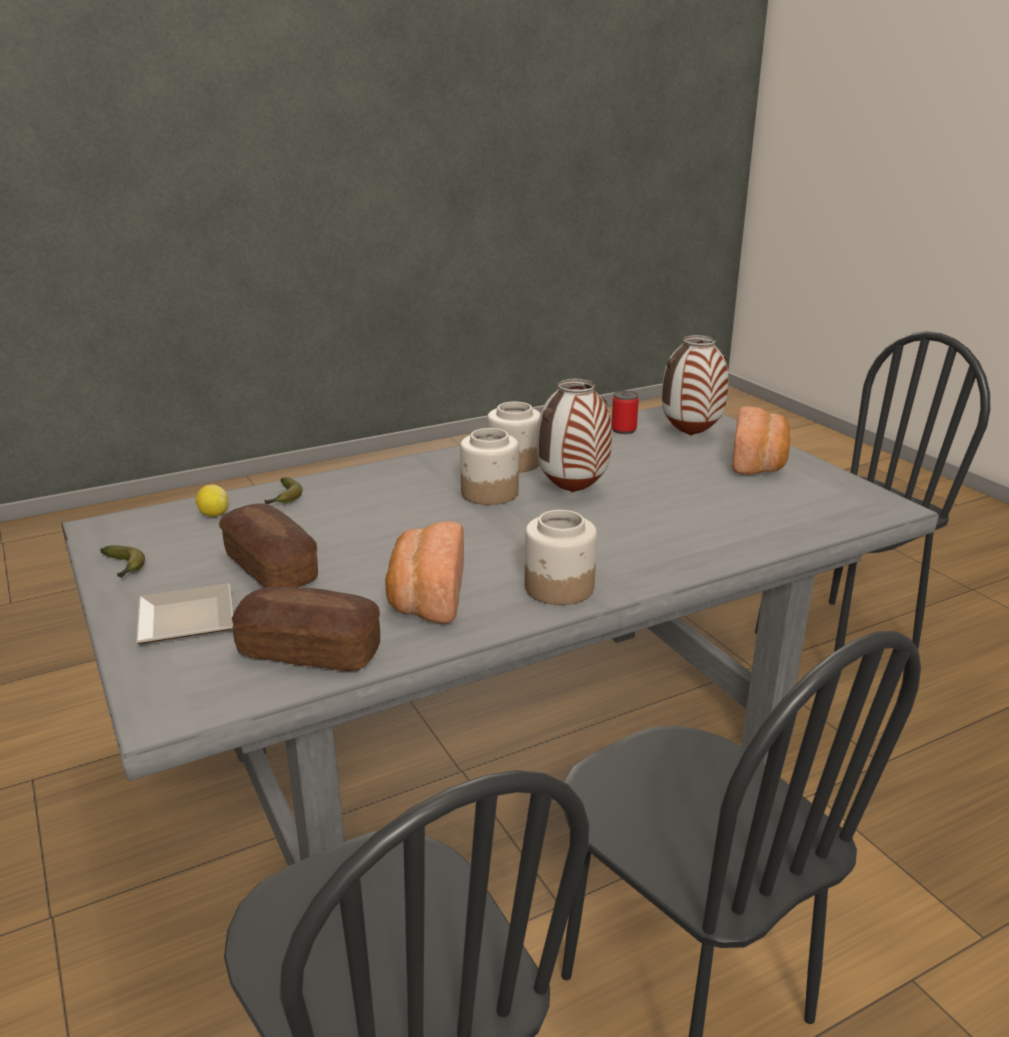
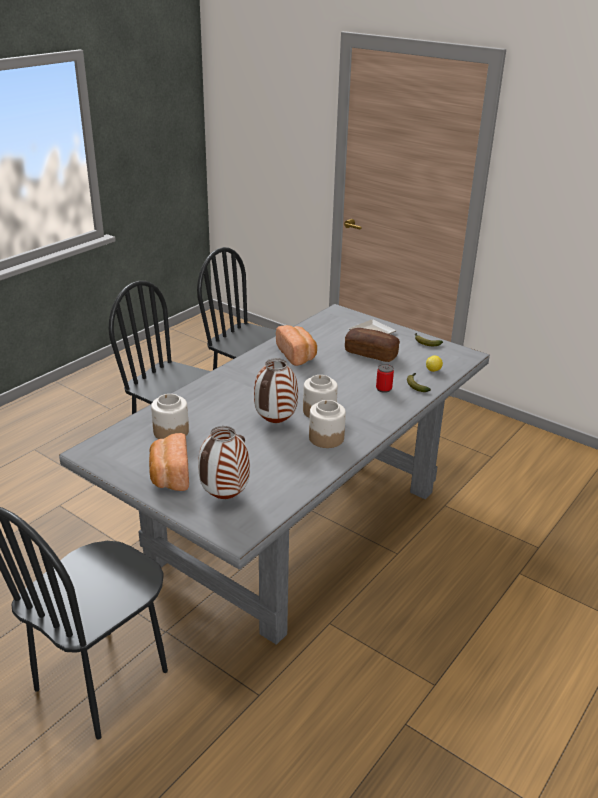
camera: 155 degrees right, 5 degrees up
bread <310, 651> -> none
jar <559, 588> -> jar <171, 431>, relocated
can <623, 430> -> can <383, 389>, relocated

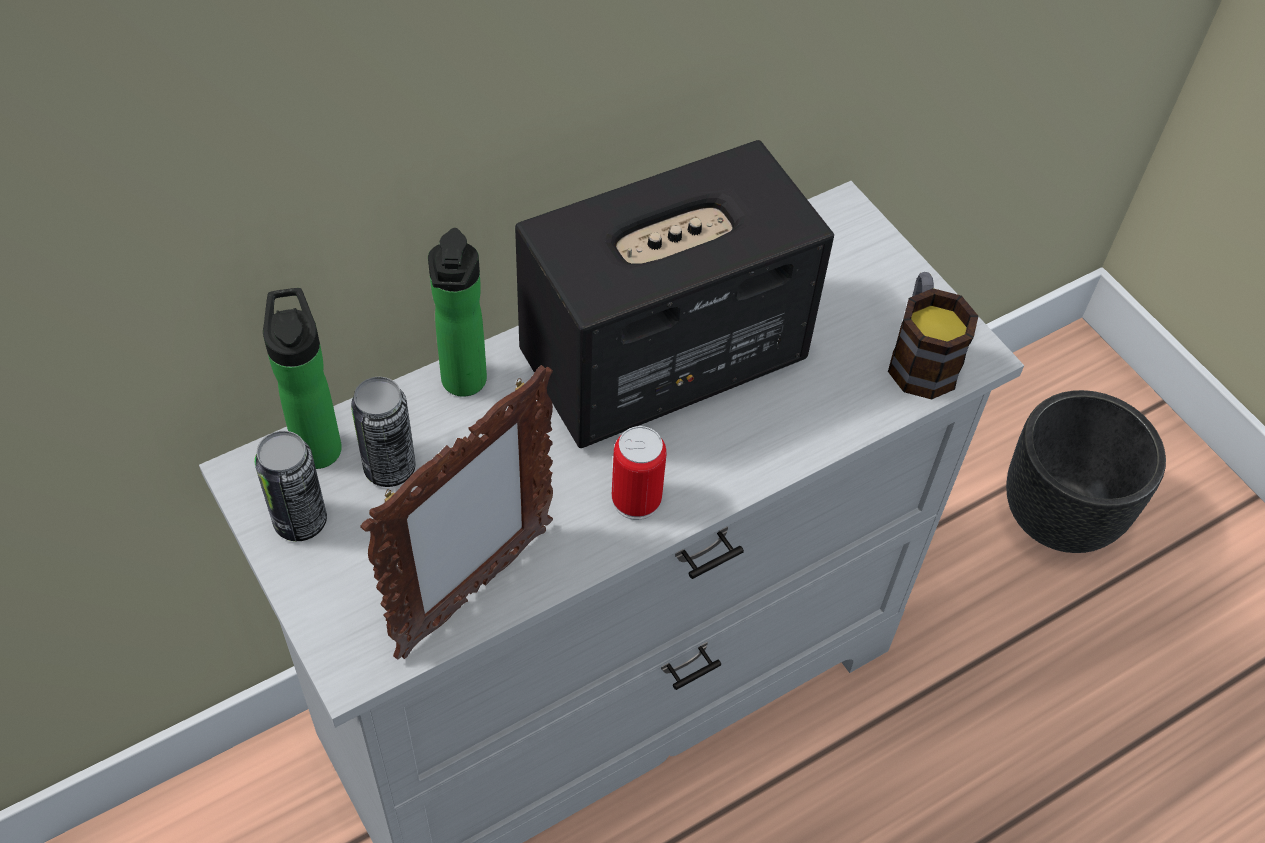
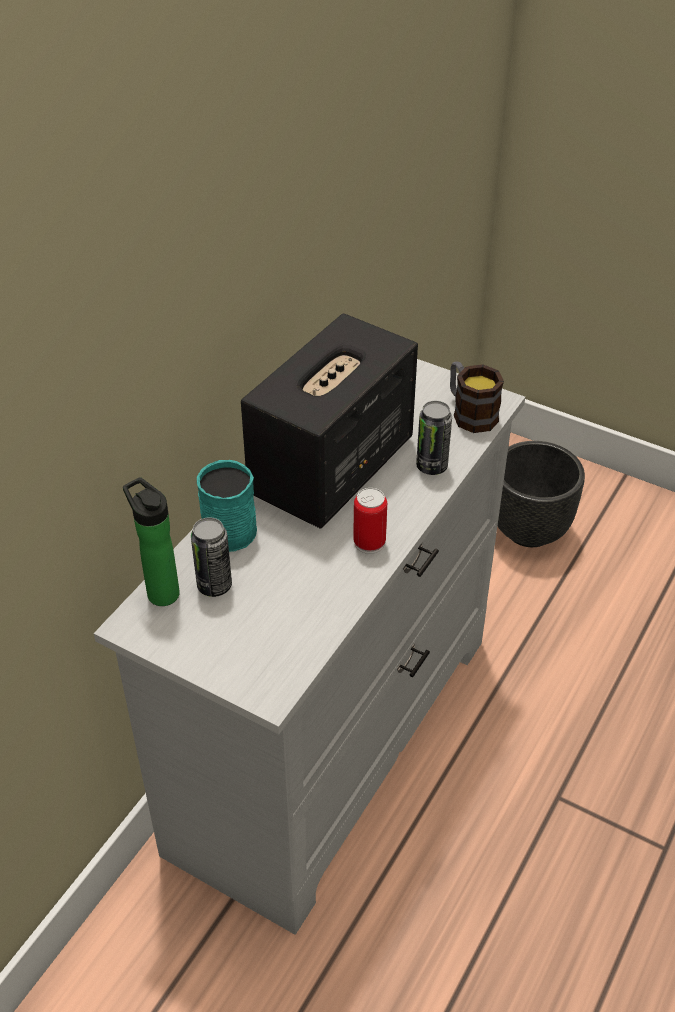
camera: 25 degrees left, 10 degrees down
can <300, 521> -> can <431, 466>, relocated
picture frame <473, 591> -> none
bottle <463, 385> -> mug (turquoise) <226, 526>

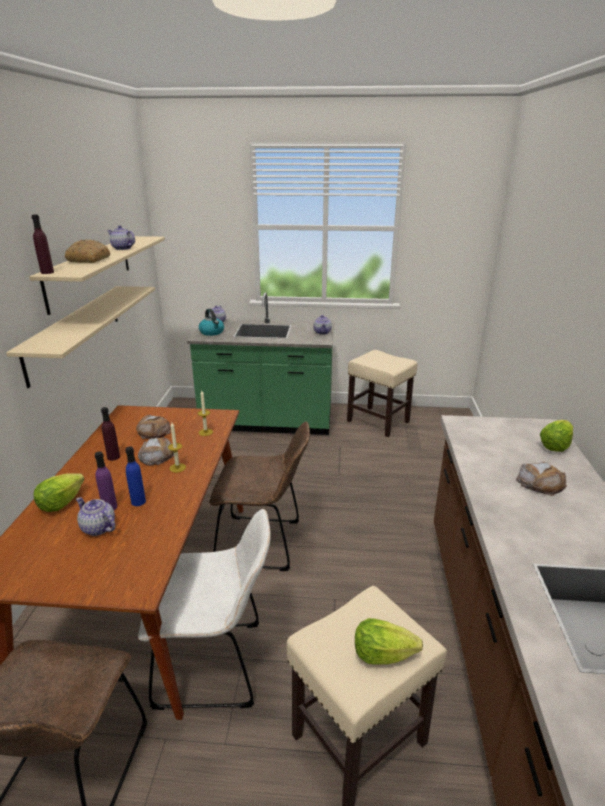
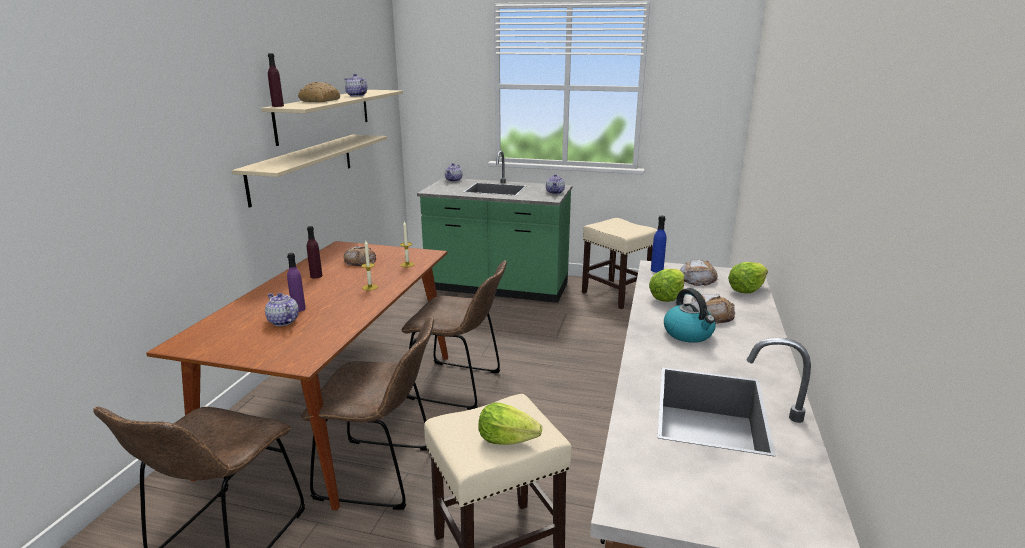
camera: 10 degrees right, 5 degrees down
lettuce <60, 503> -> lettuce <666, 297>, relocated
bottle (blue) <138, 501> -> bottle (blue) <657, 270>, relocated
bread <156, 455> -> bread <697, 278>, relocated
chair (white) <216, 664> -> chair (brown) <382, 474>
kettle <212, 332> -> kettle <689, 334>, relocated

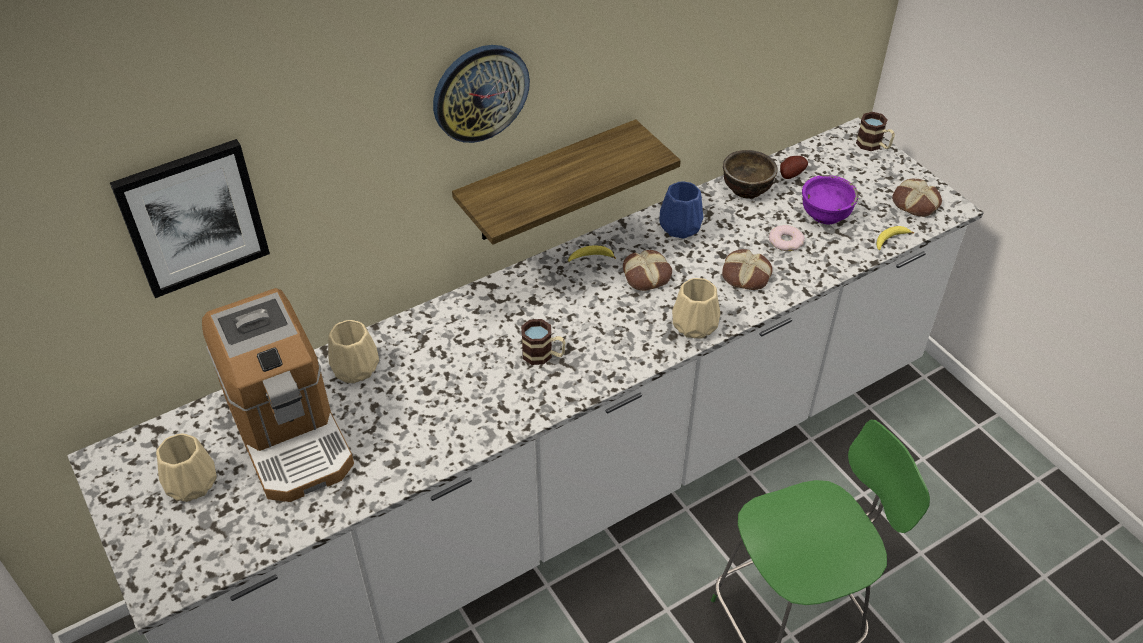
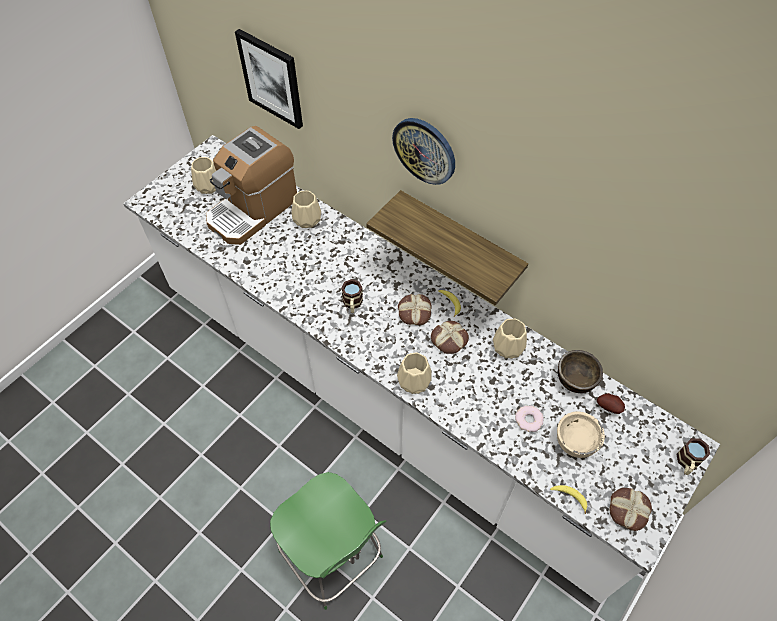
camera: 70 degrees right, 10 degrees up
vase (blue) <679, 227> -> vase (beige) <508, 346>
bread <745, 276> -> bread <414, 312>, relocated
bowl (purple) <826, 214> -> bowl (beige) <575, 442>

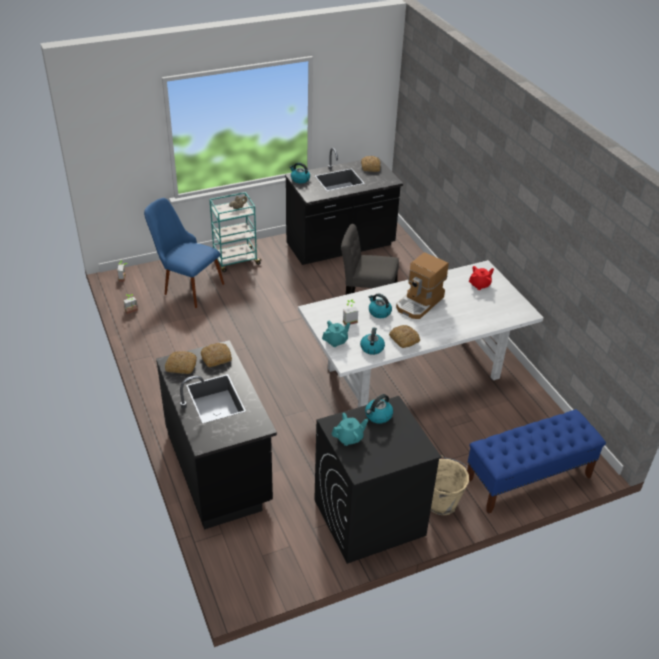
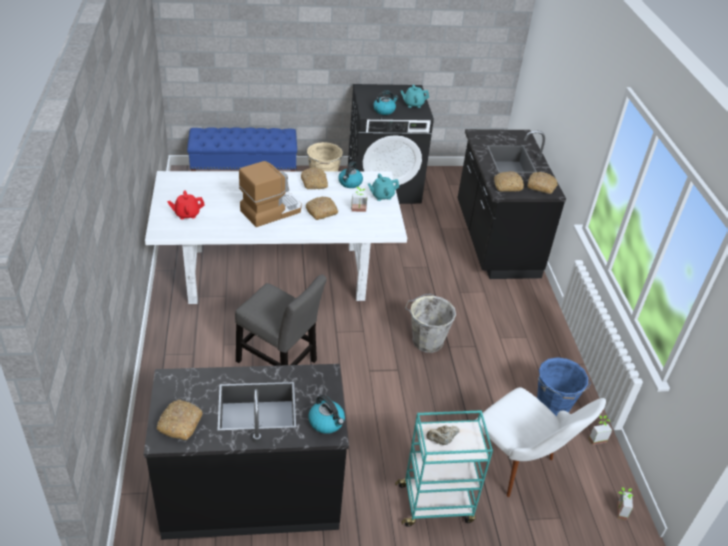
camera: 165 degrees left, 0 degrees up
chair (blue) <186, 285> -> chair (white) <519, 468>
kettle <379, 312> -> bread <321, 211>
none -> bucket (grey) <426, 341>
none -> bucket (blue) <553, 407>

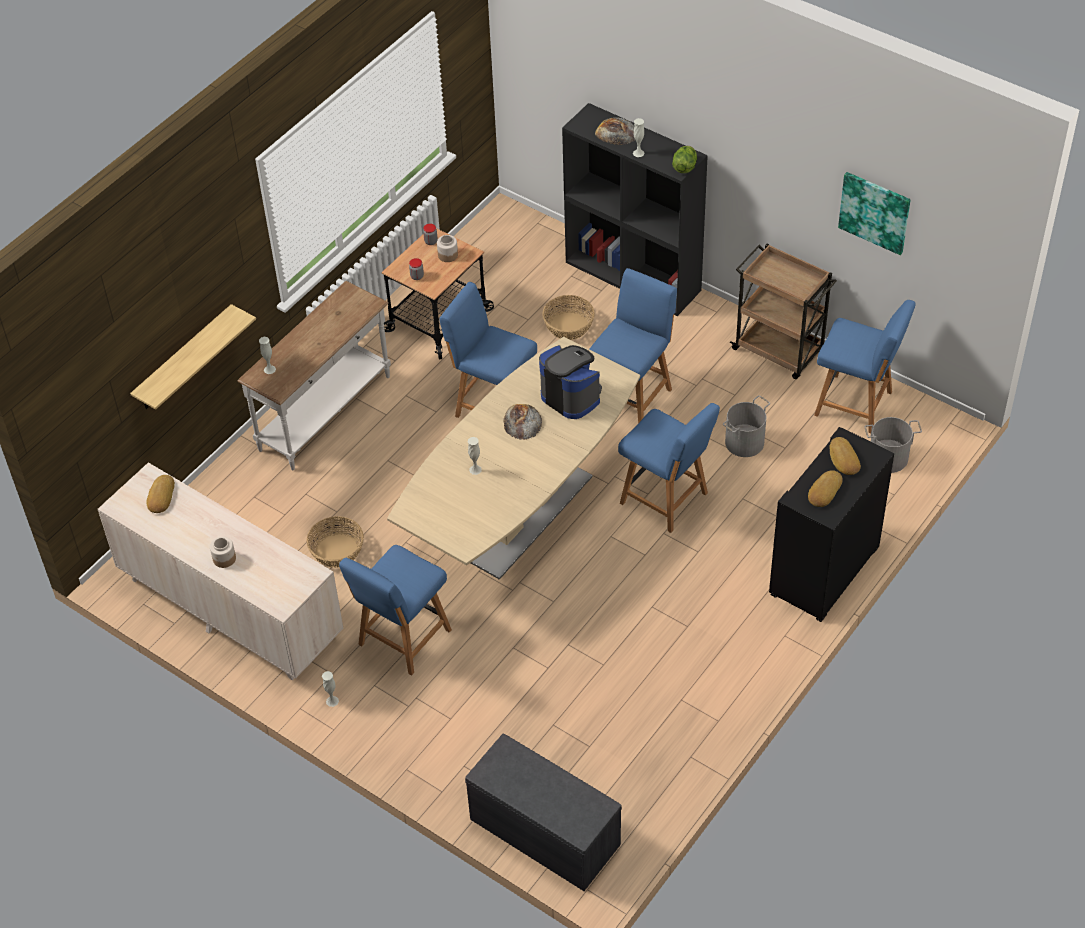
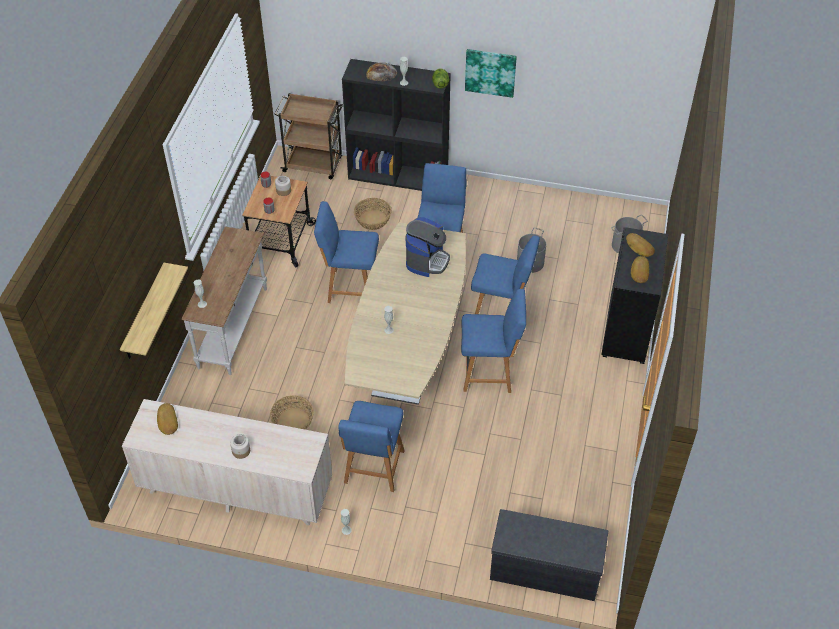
camera: 25 degrees left, 0 degrees up
bread <522, 422> -> none
coffee machine <571, 396> -> coffee machine <427, 261>, 90 degrees clockwise
cart (brown) <779, 351> -> cart (brown) <314, 165>, relocated
chair (blue) <856, 404> -> chair (blue) <489, 373>, relocated
picture <875, 212> -> picture <490, 72>, relocated

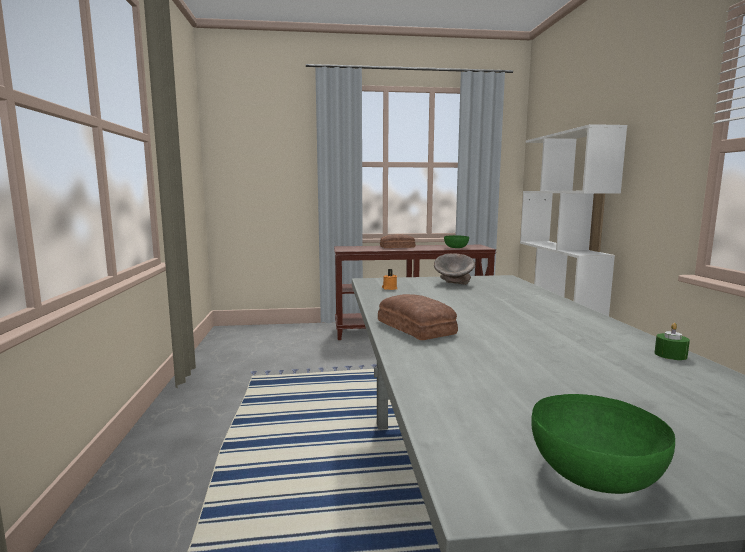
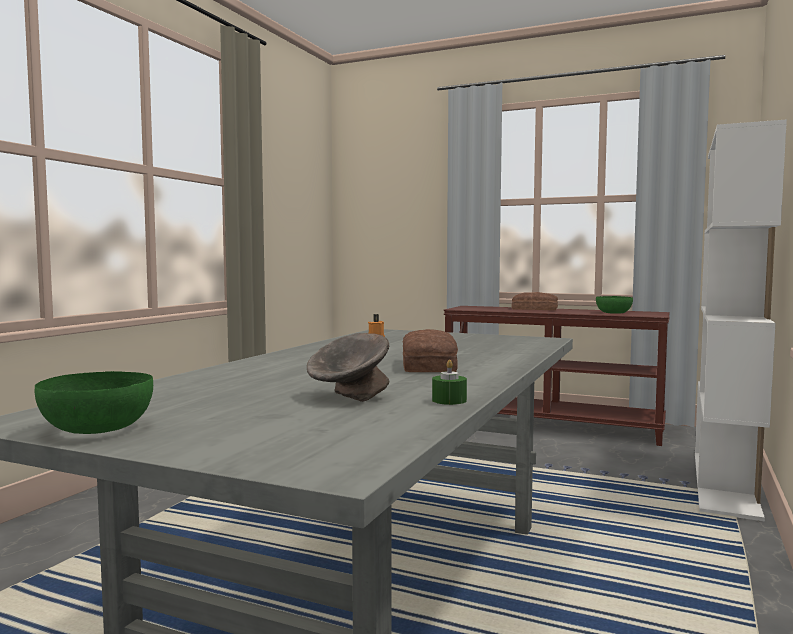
camera: 30 degrees right, 5 degrees down
bread <416, 327> -> bread <430, 365>, relocated
bowl (grey) <454, 283> -> bowl (grey) <349, 397>, relocated

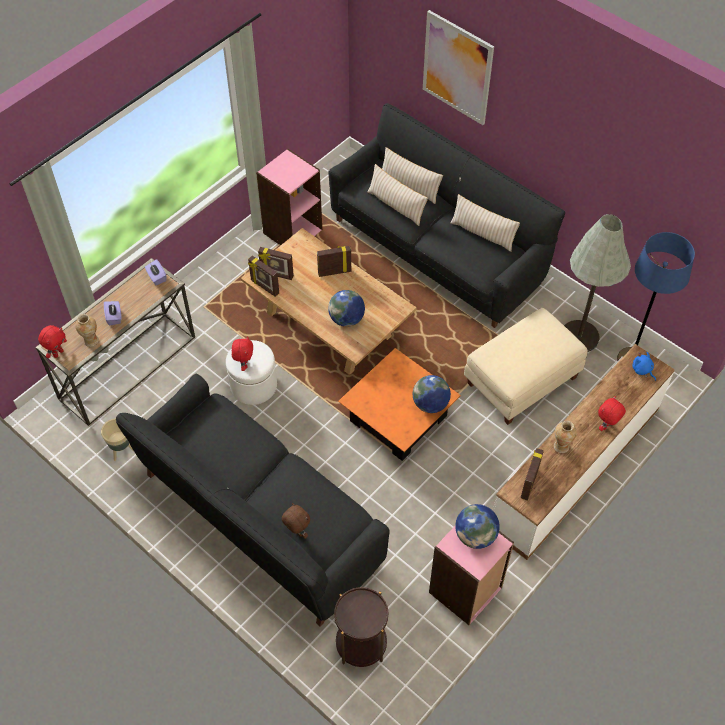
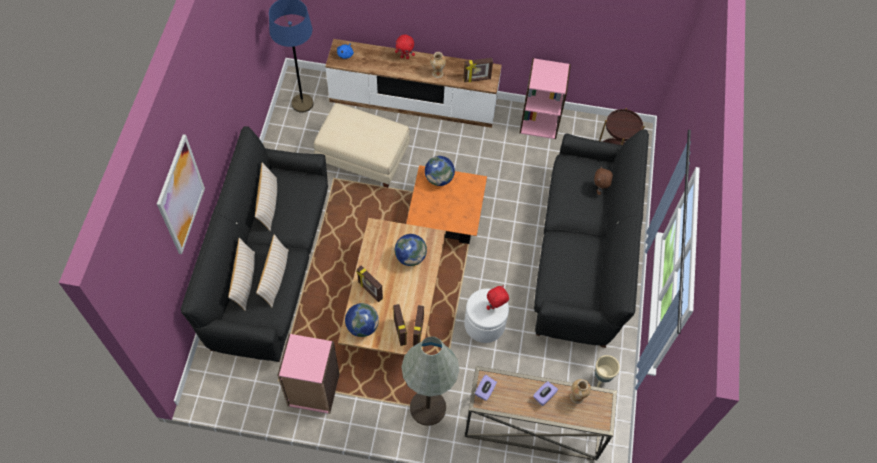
camera: 125 degrees left, 5 degrees up
plush toy (red) <58, 353> -> none
globe <475, 536> -> globe <362, 326>, relocated
floor lamp (grey) <579, 337> -> floor lamp (grey) <428, 407>, relocated

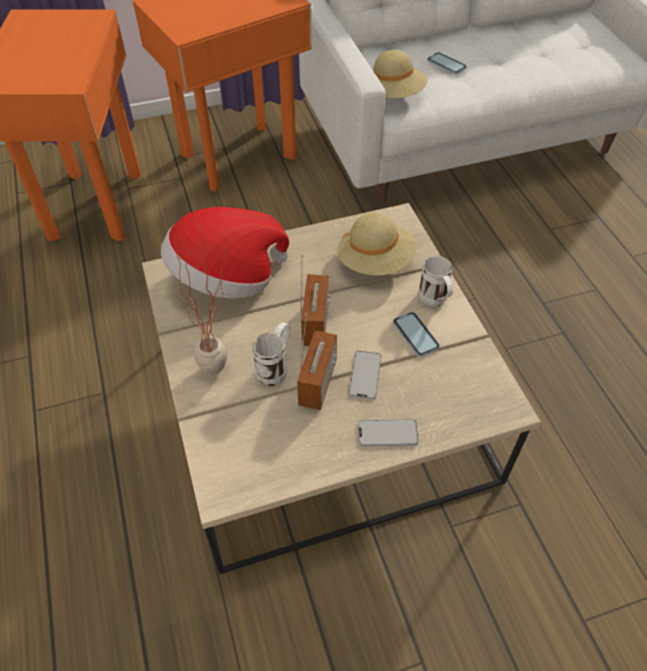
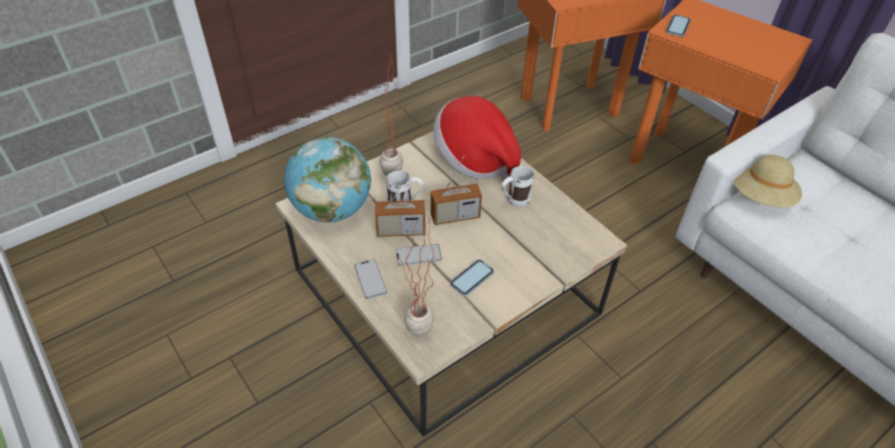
camera: 70 degrees right, 5 degrees down
hat (beige) <375, 261> -> none
mug (white) <435, 302> -> mug (white) <513, 201>, relocated
phone <446, 64> -> phone <677, 27>, relocated
none -> globe <332, 210>
none -> potted plant <417, 339>

